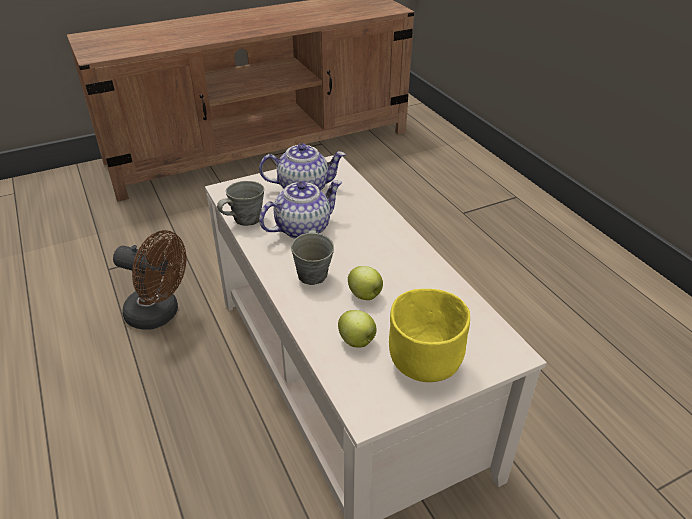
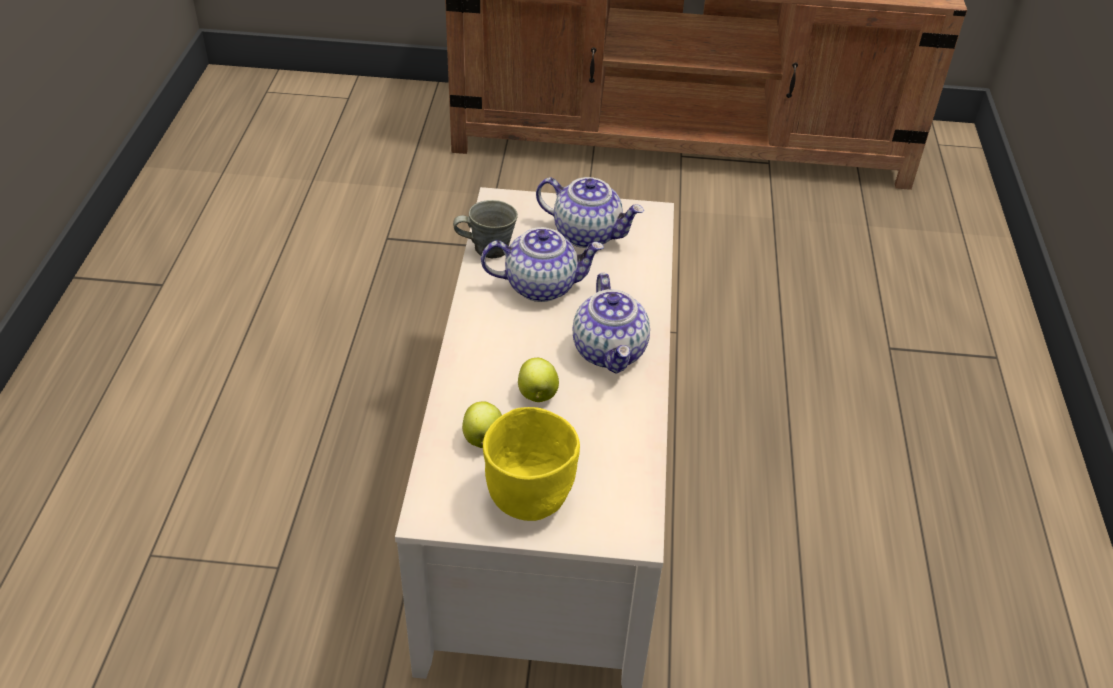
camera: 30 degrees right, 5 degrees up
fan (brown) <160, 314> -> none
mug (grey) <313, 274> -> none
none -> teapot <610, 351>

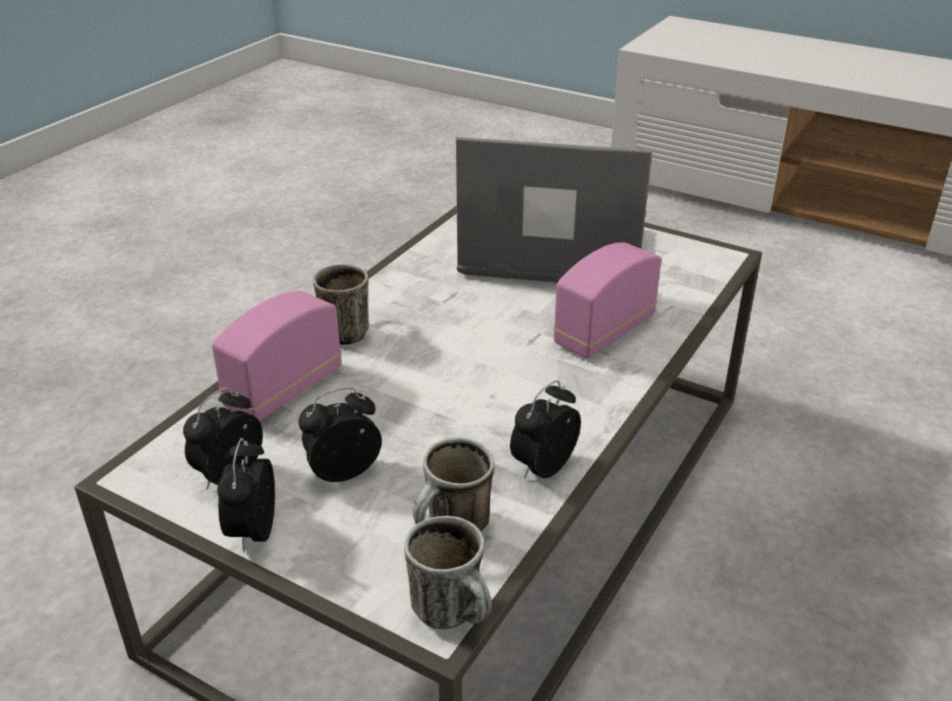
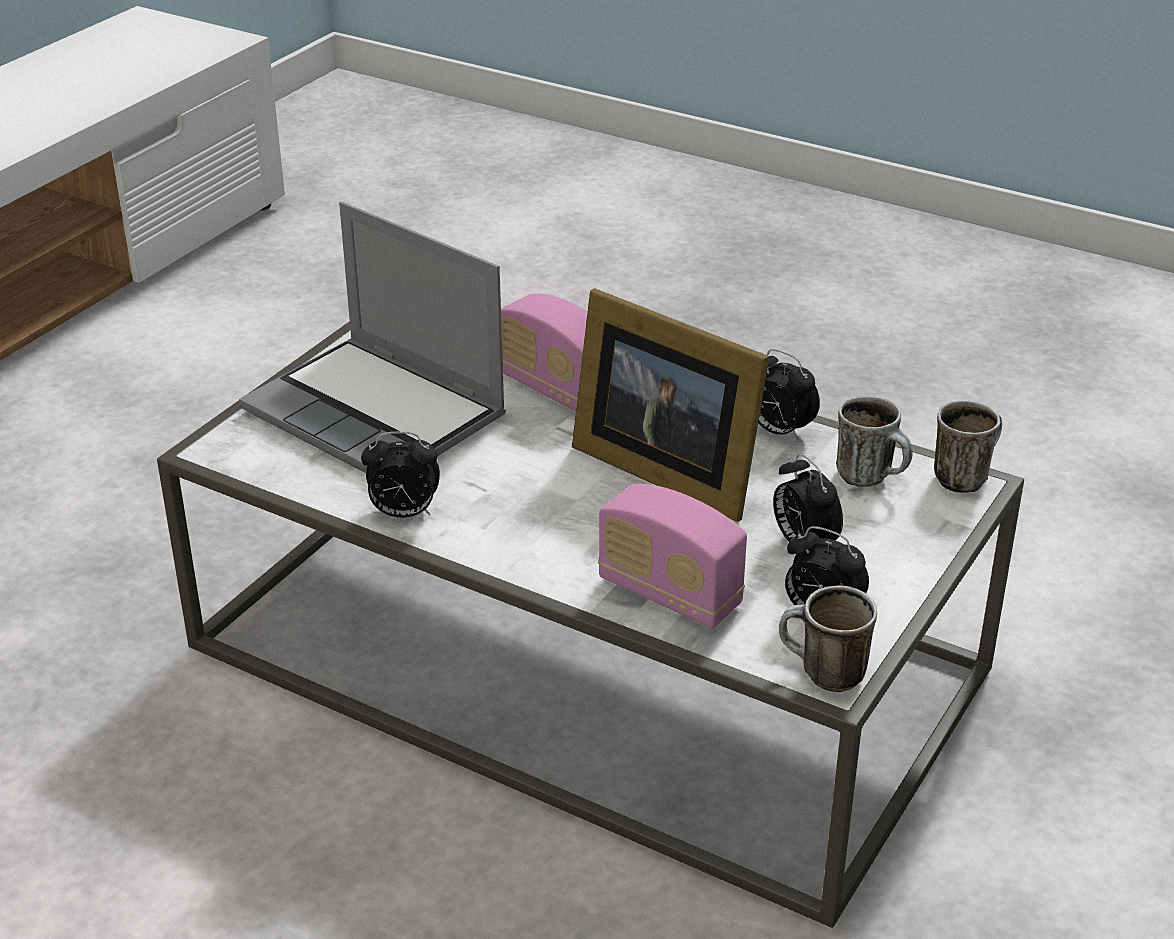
camera: 90 degrees left, 0 degrees up
alarm clock <253, 531> -> alarm clock <403, 514>, relocated
mug <347, 329> -> mug <822, 676>, relocated
laptop <549, 253> -> laptop <379, 414>, 60 degrees counterclockwise
none -> picture frame <664, 468>

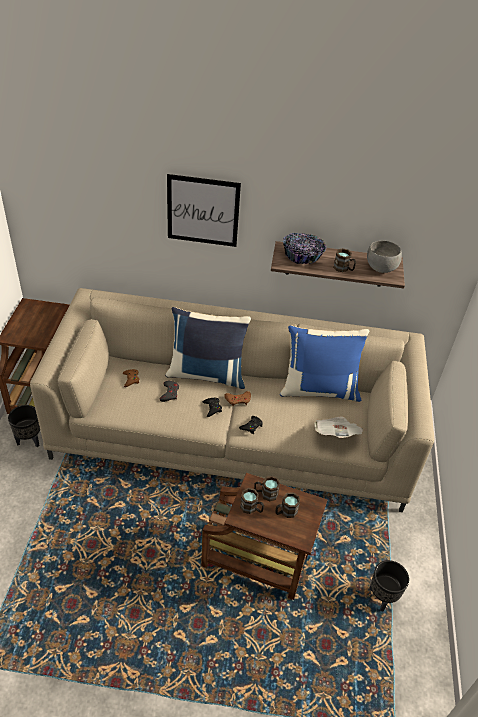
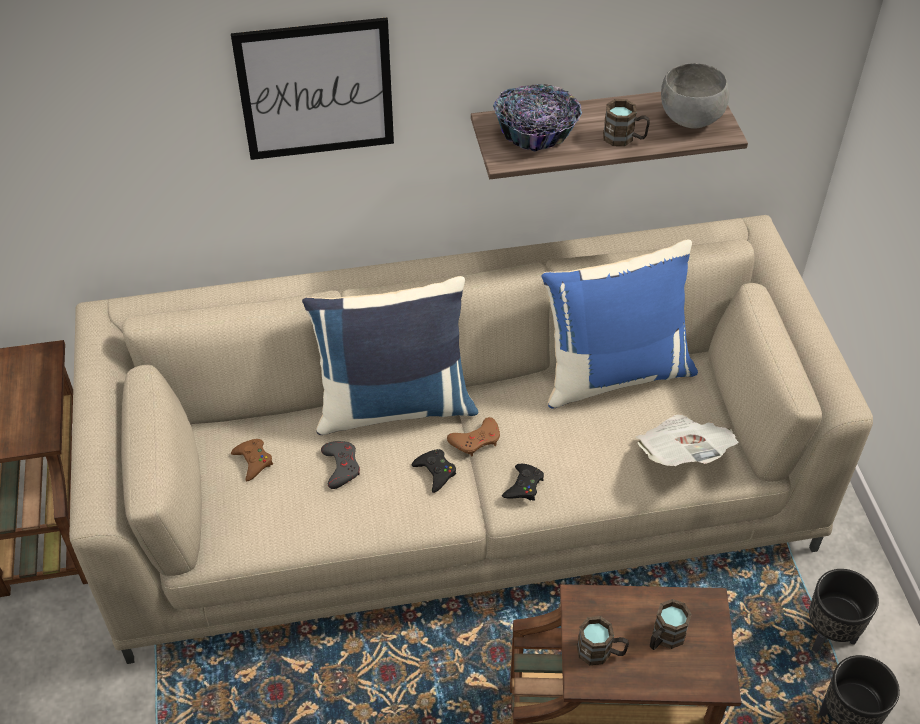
camera: 15 degrees left, 5 degrees up
planter (black) <29, 440> -> planter (black) <828, 635>, relocated
mug (brown) <265, 493> -> none

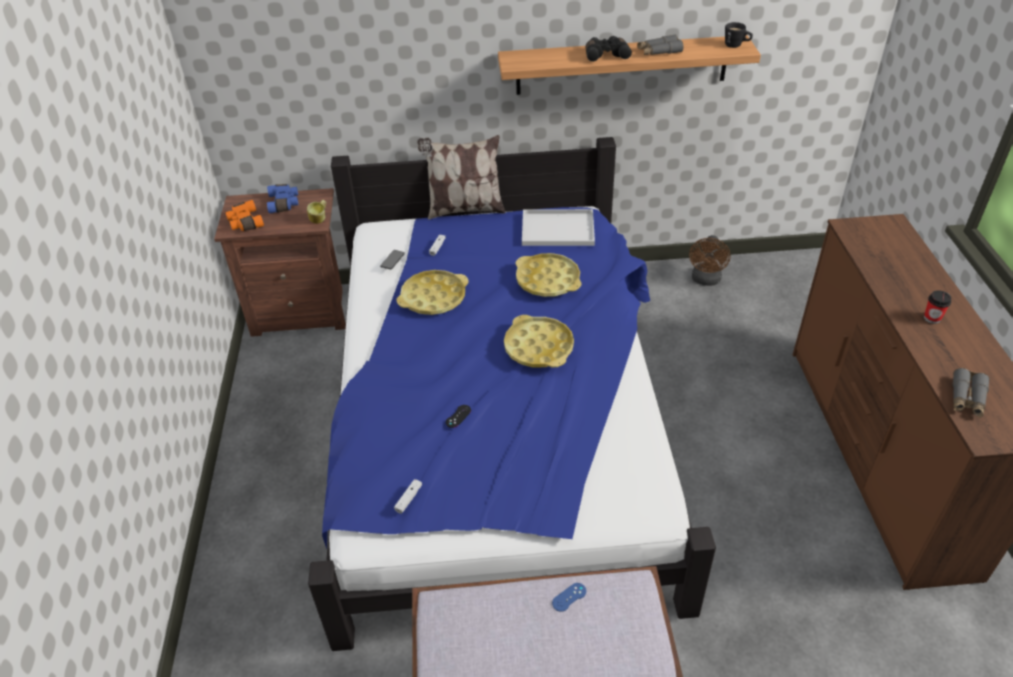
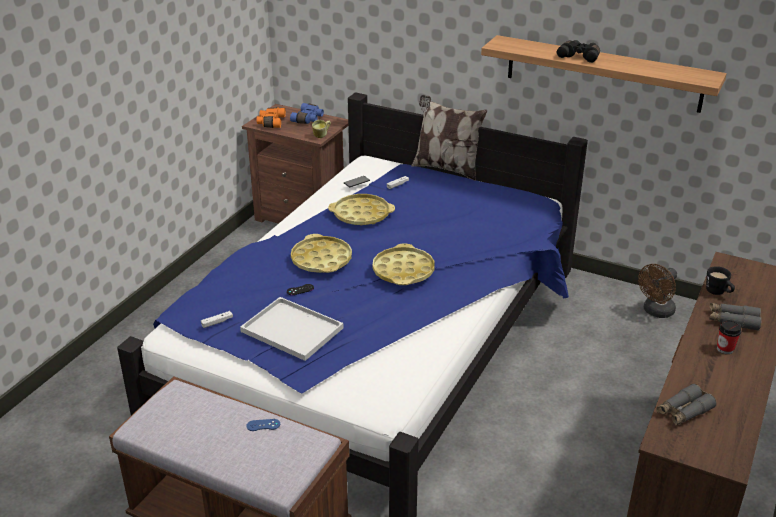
camera: 30 degrees right, 10 degrees down
tray (yellow) <547, 280> -> tray (yellow) <321, 260>, relocated
tray (white) <559, 229> -> tray (white) <294, 330>, relocated
binoculars (grey) <659, 51> -> binoculars (grey) <733, 320>, relocated
mug (black) <736, 46> -> mug (black) <718, 293>, relocated

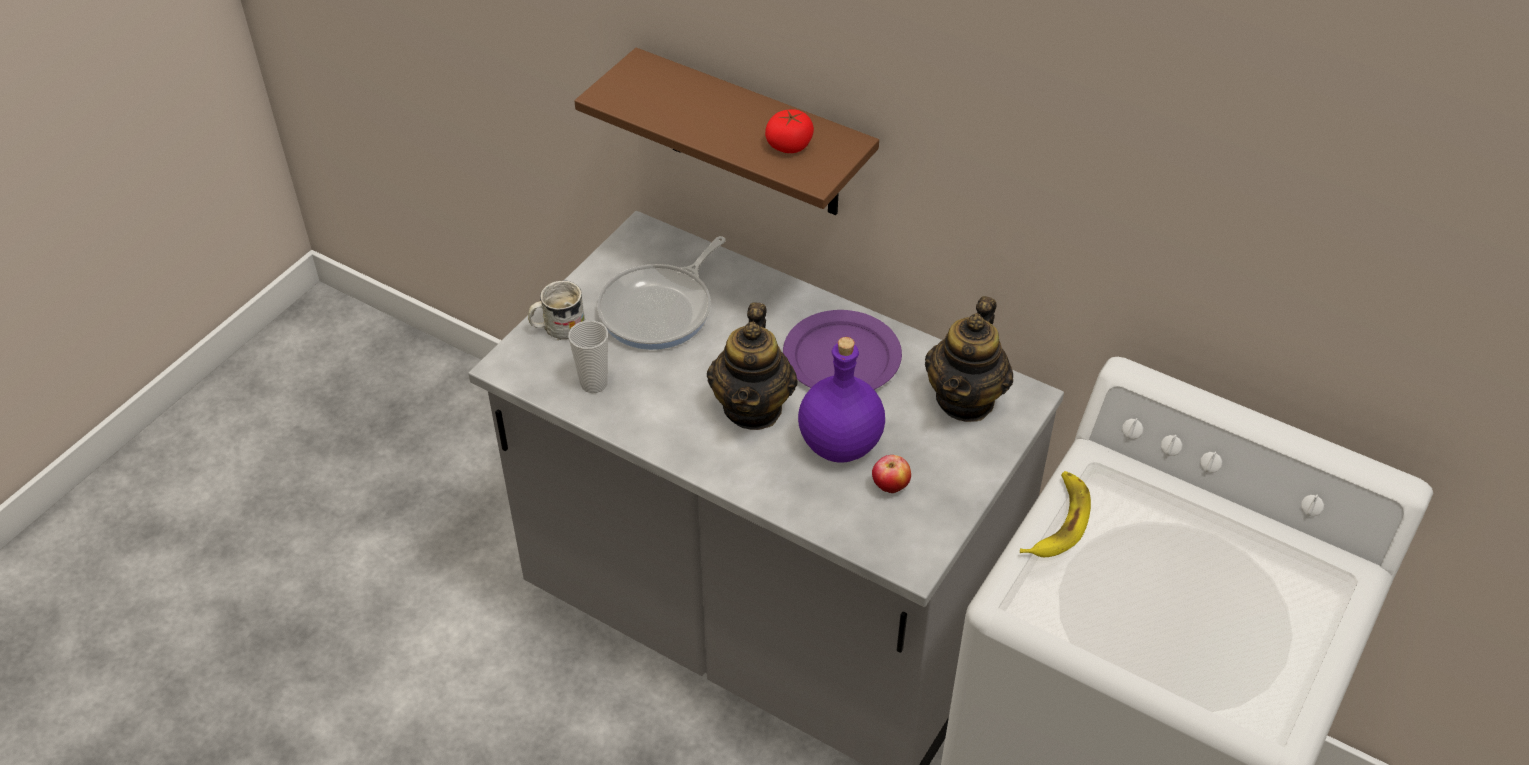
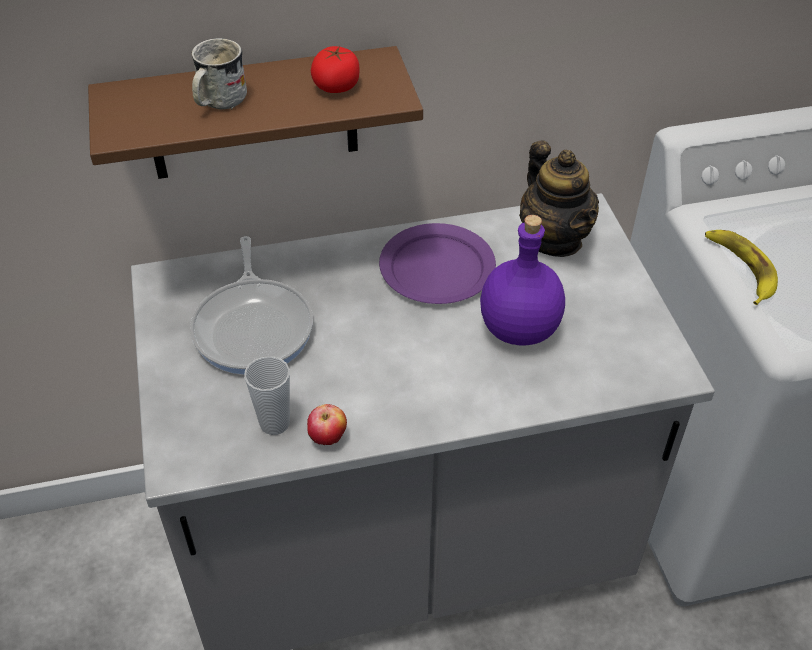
camera: 45 degrees left, 0 degrees up
mug (white) <557, 328> -> mug (white) <217, 102>, relocated
teapot <753, 408> -> none
apple <890, 488> -> apple <328, 439>, relocated

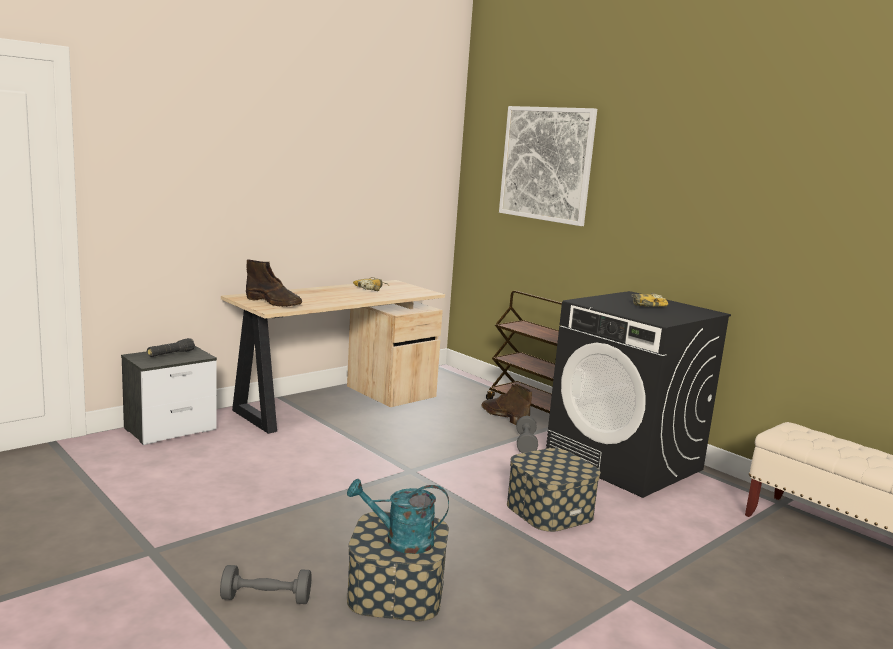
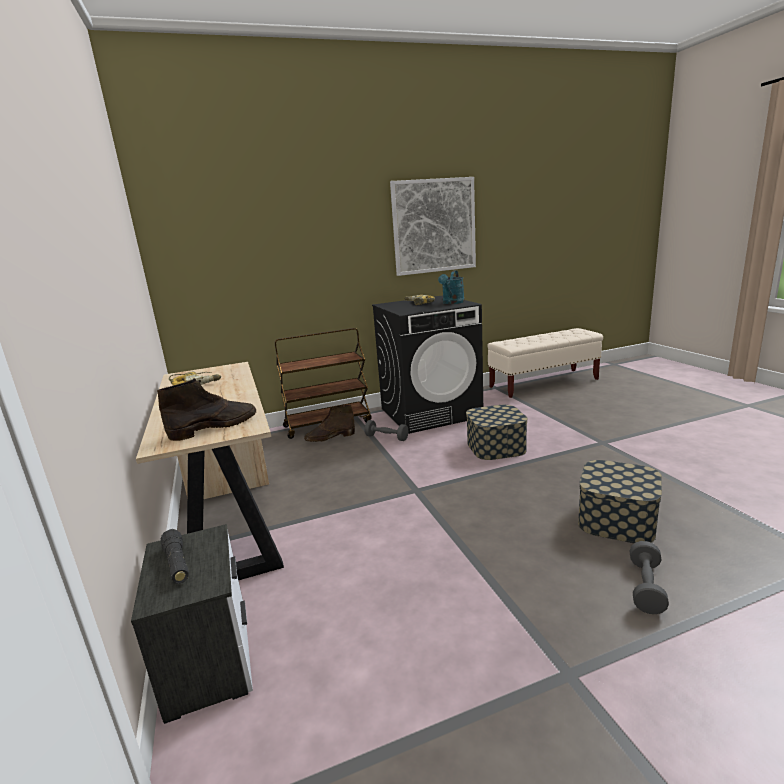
camera: 65 degrees left, 5 degrees up
watering can (turquoise) <400, 541> -> watering can (turquoise) <452, 303>, relocated
picture <546, 164> -> picture <434, 226>, relocated

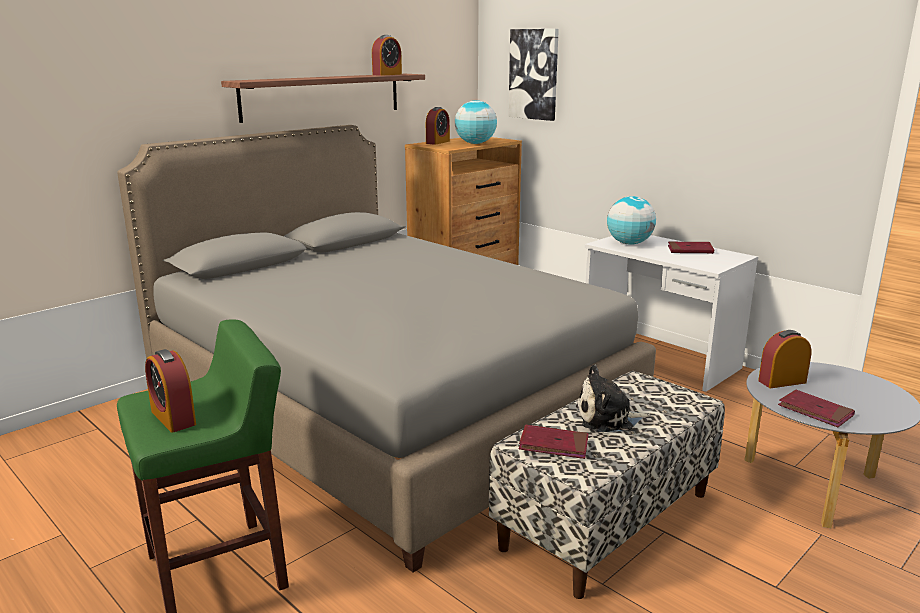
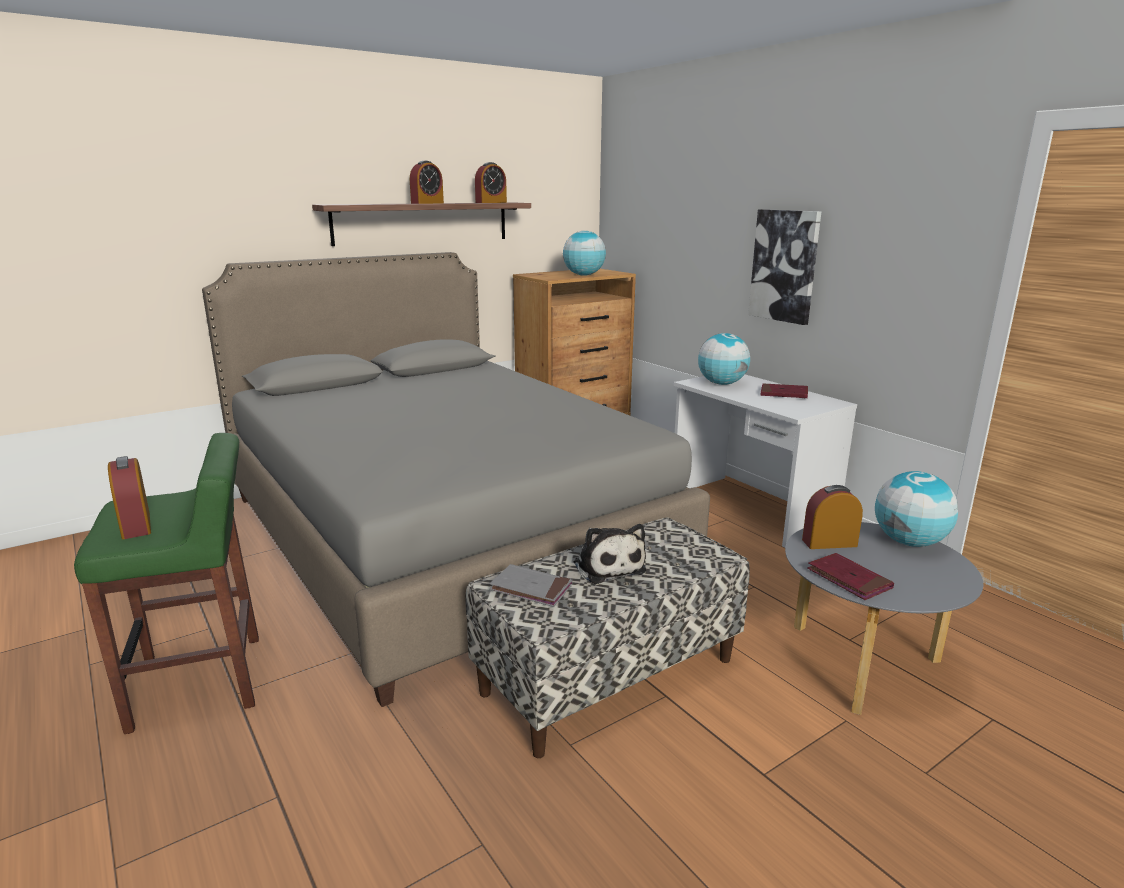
camera: 10 degrees right, 0 degrees up
alarm clock <437, 142> -> alarm clock <427, 203>, relocated
picture <534, 74> -> picture <785, 266>, relocated
book (red) <553, 445> -> book (grey) <531, 589>
plush toy <608, 418> -> plush toy <607, 566>, 120 degrees counterclockwise
none -> globe <909, 542>

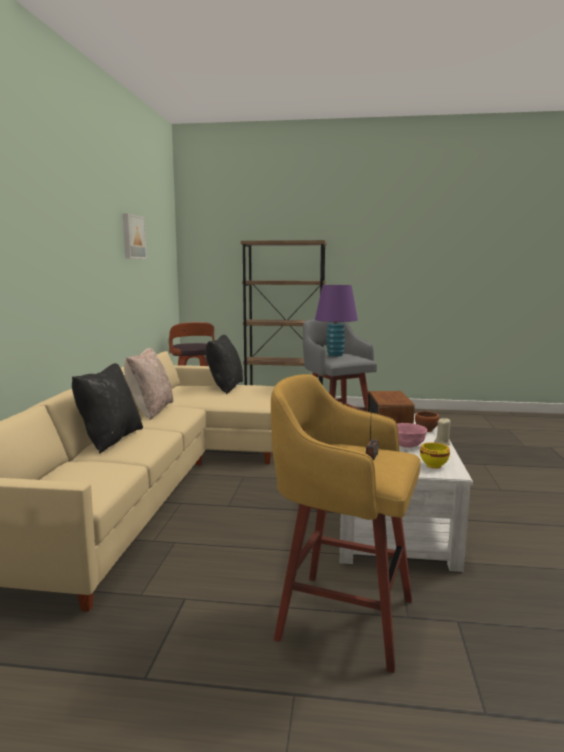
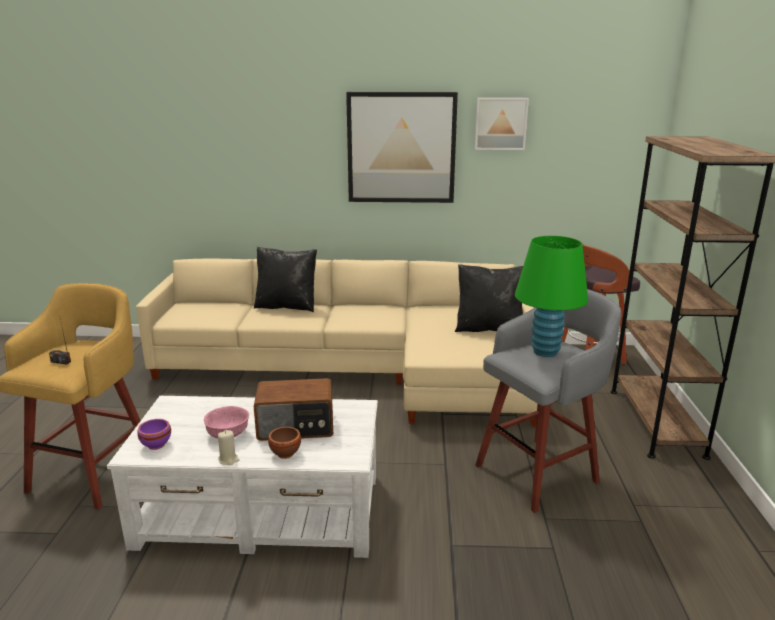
camera: 85 degrees right, 10 degrees up
pillow (beige) <150, 410> -> none
table lamp (purple) <335, 355> -> table lamp (green) <545, 351>
bowl (yellow) <434, 466> -> bowl (purple) <156, 445>
none -> picture <401, 148>

